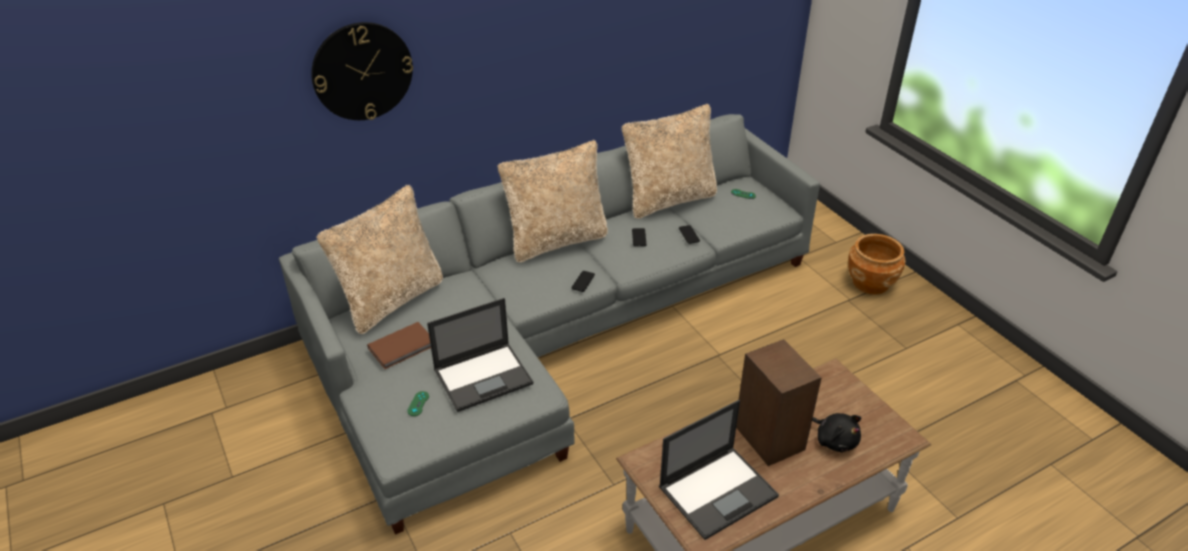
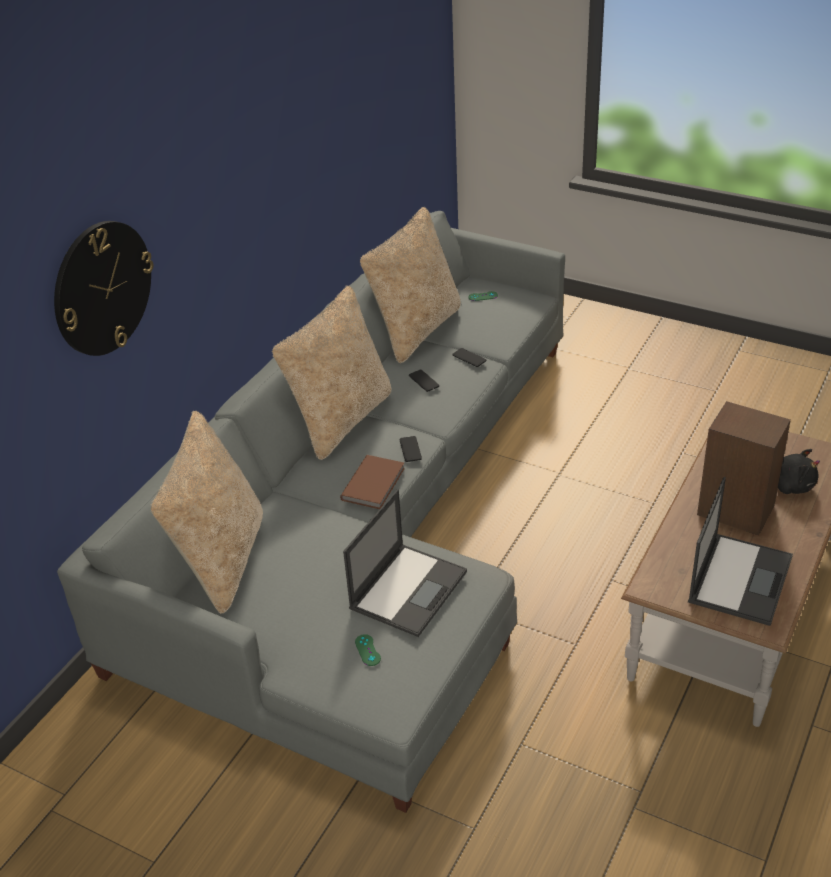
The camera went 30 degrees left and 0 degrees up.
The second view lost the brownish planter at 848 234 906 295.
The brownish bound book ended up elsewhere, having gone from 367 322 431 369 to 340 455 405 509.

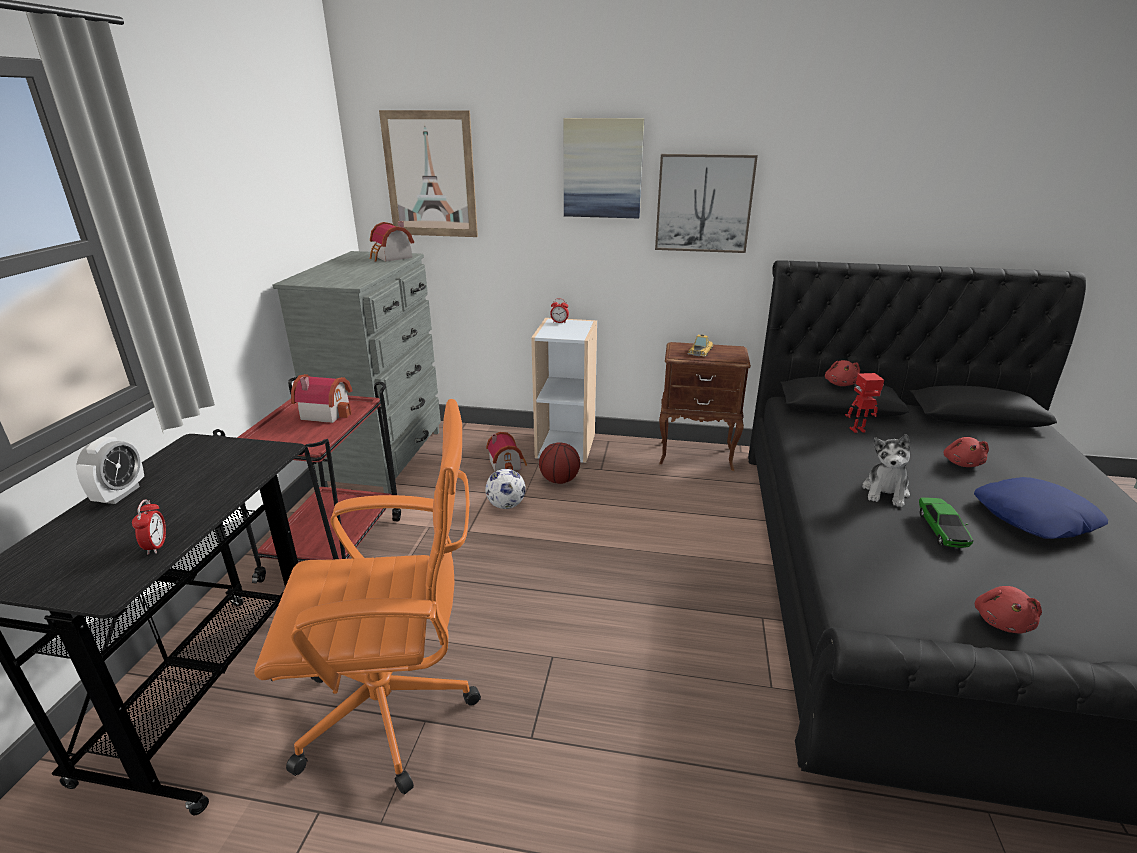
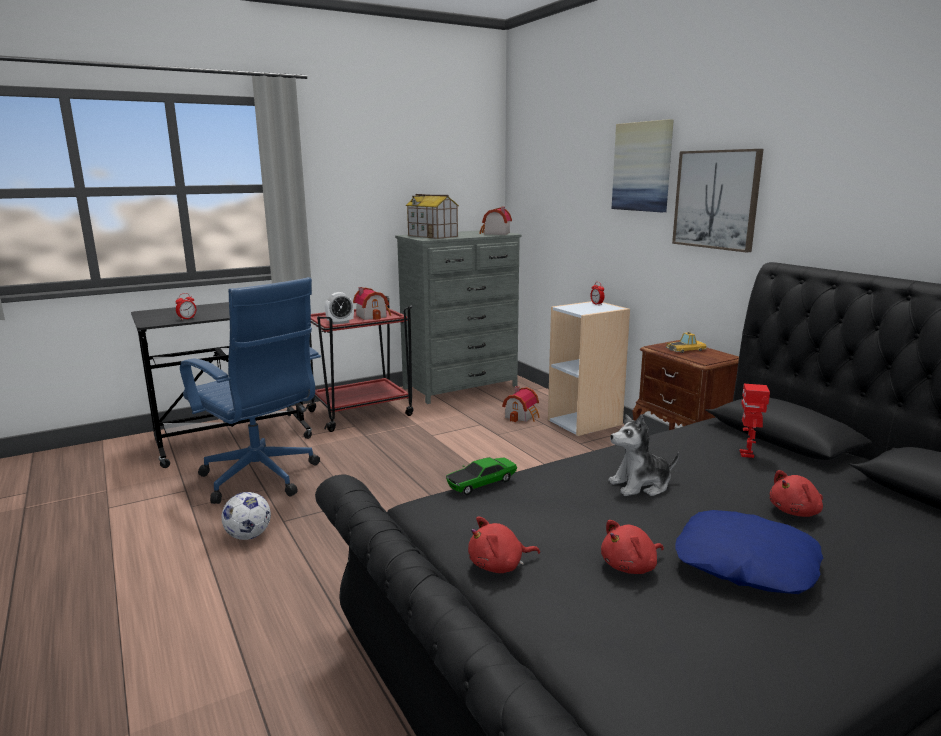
The camera went 50 degrees right and 10 degrees down.
The second view lost the wall picture at 379 110 478 237.
The second view lost the basketball ball at 539 442 580 484.
The second view gained the toy house at 406 194 459 239.
The bedside clock ended up elsewhere, having gone from 77 437 144 504 to 325 292 354 325.
The football ball ended up elsewhere, having gone from 485 469 526 509 to 221 492 271 540.
The red-coloured soft toy ended up elsewhere, having gone from 825 360 860 386 to 601 520 664 574.
The toy car ended up elsewhere, having gone from 919 497 973 548 to 446 457 517 495.
What was the orangey desk chair at 254 399 481 795 turned into the blue-coloured desk chair at 180 277 321 504.
The robot figure at 845 373 884 433 ended up facing another way, 120 degrees counterclockwise from before.

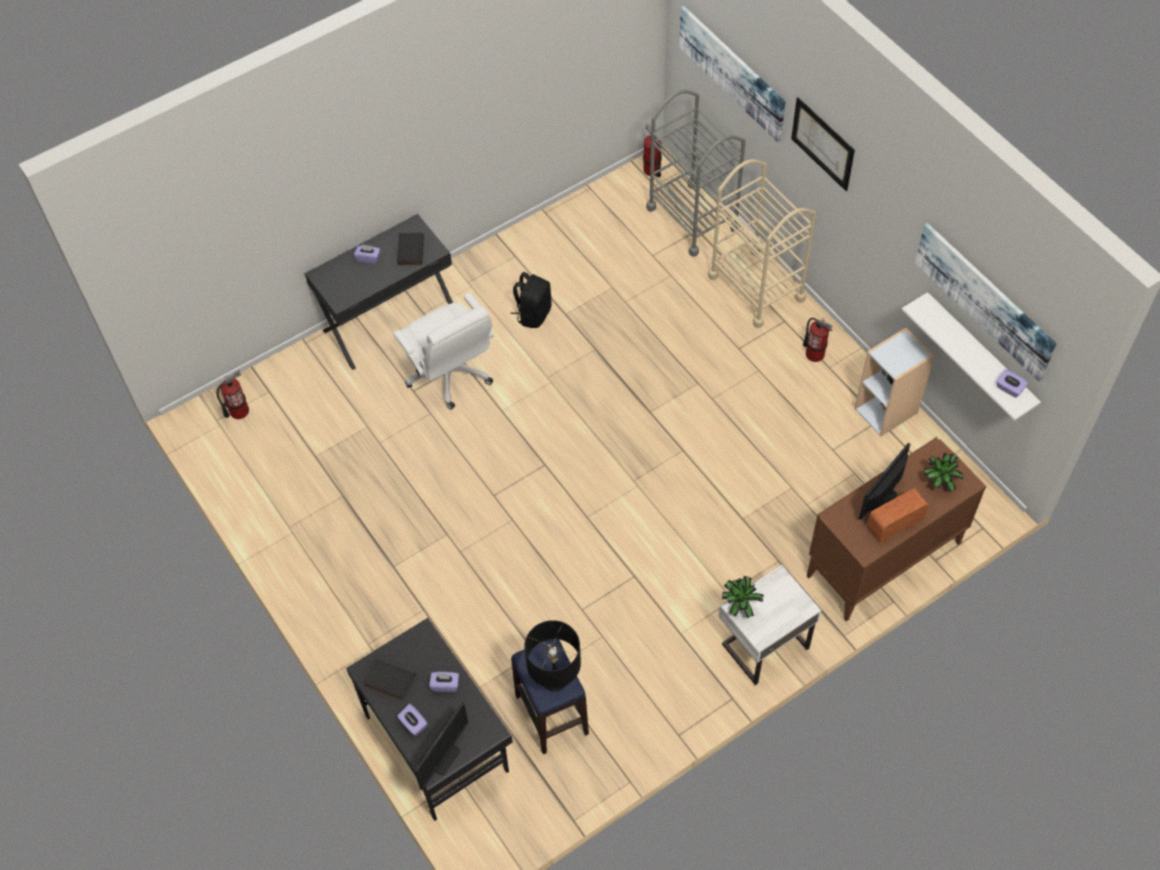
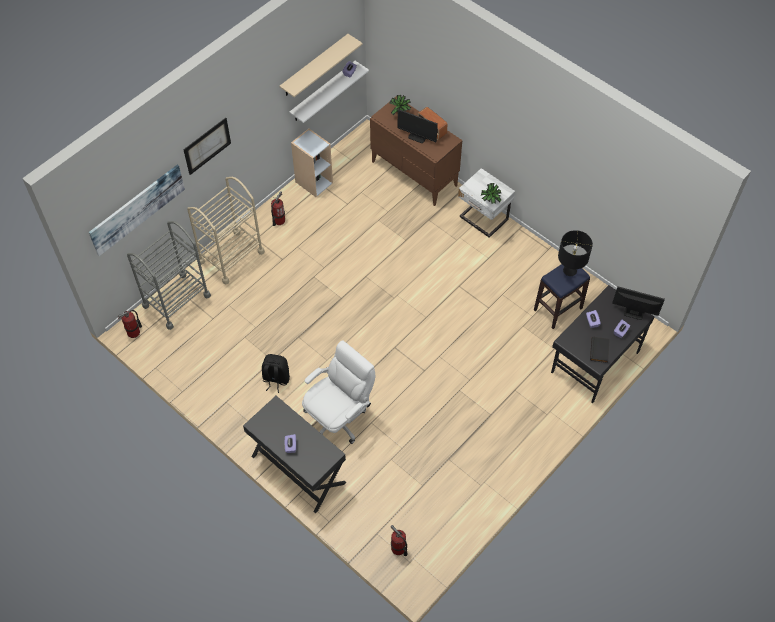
The camera went 105 degrees left and 0 degrees up.
The second view lost the black bound book at 397 232 424 265.
Where the wall picture hung at 915 223 1057 382, the sand-coloured shelf came to hang at 280 34 362 97.

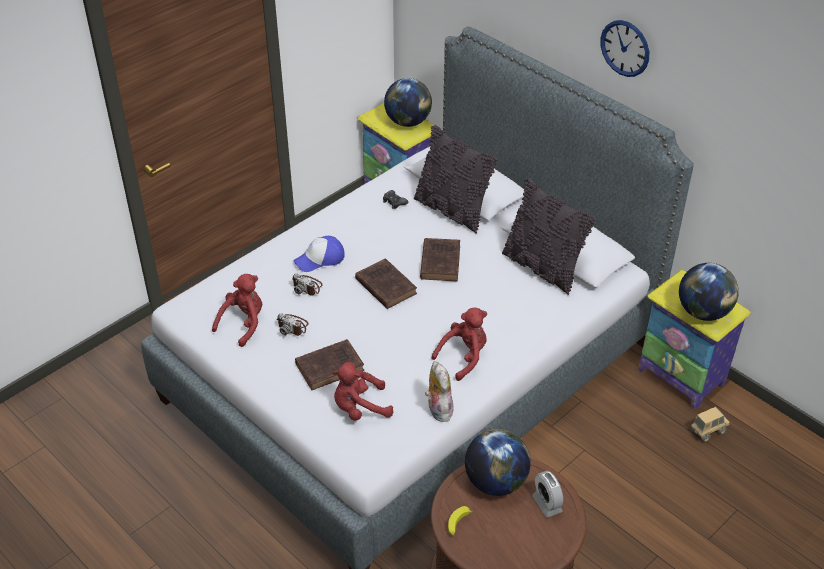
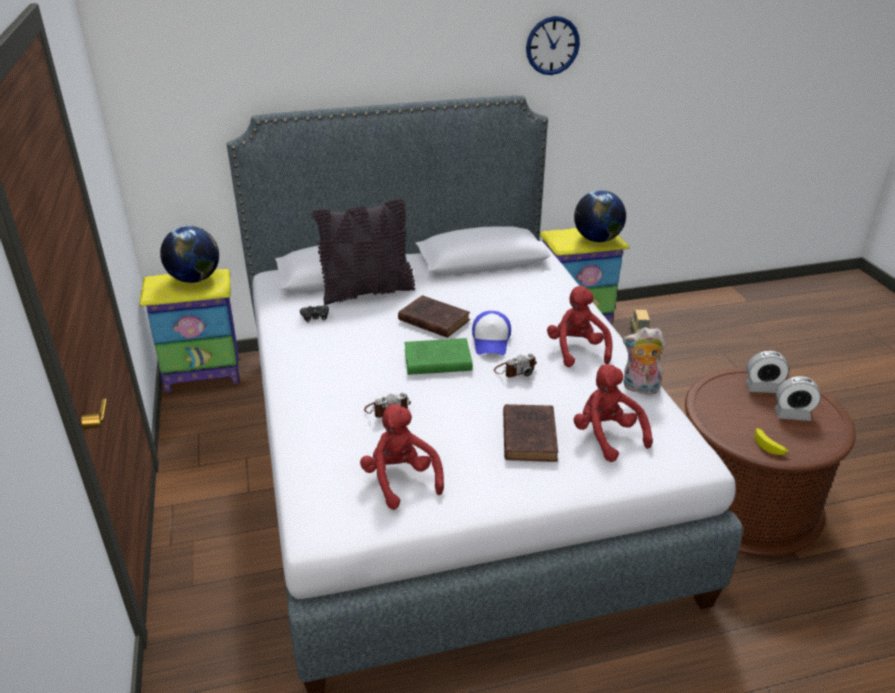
The camera went 60 degrees left and 10 degrees down.
The second view lost the desk globe at 465 429 531 496.
The second view lost the black cushion at 502 178 596 295.
The second view gained the bedside clock at 775 376 821 421.
The photo camera ended up elsewhere, having gone from 277 313 308 336 to 494 354 537 378.
The baseball cap ended up elsewhere, having gone from 294 236 345 272 to 472 311 511 355.
The wall clock ended up elsewhere, having gone from 600 20 649 77 to 526 16 580 75.
What was the brownish bound book at 355 258 417 309 turned into the green bound book at 404 338 473 375.
The red-coloured soft toy at 333 362 393 421 ended up facing another way, 135 degrees clockwise from before.

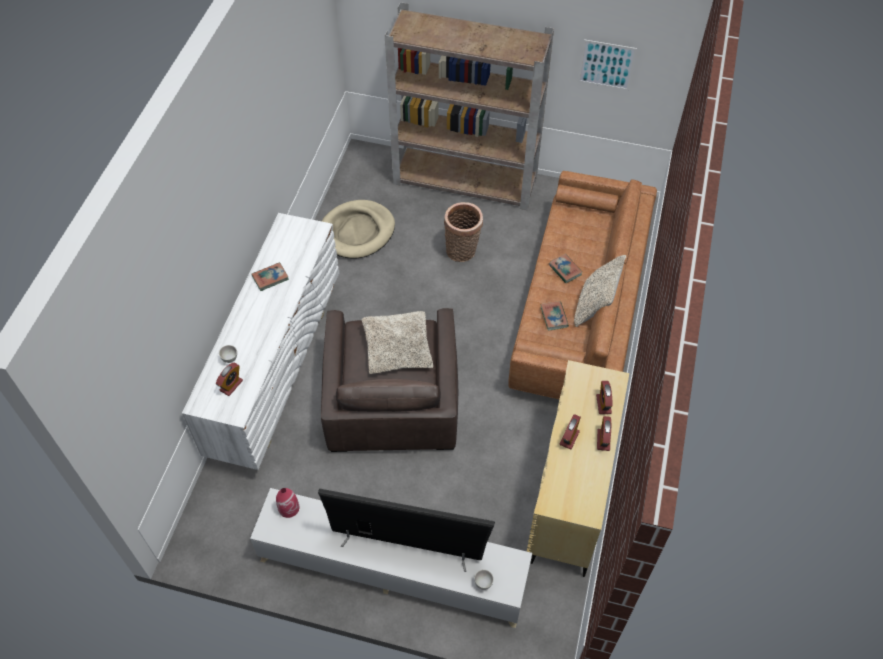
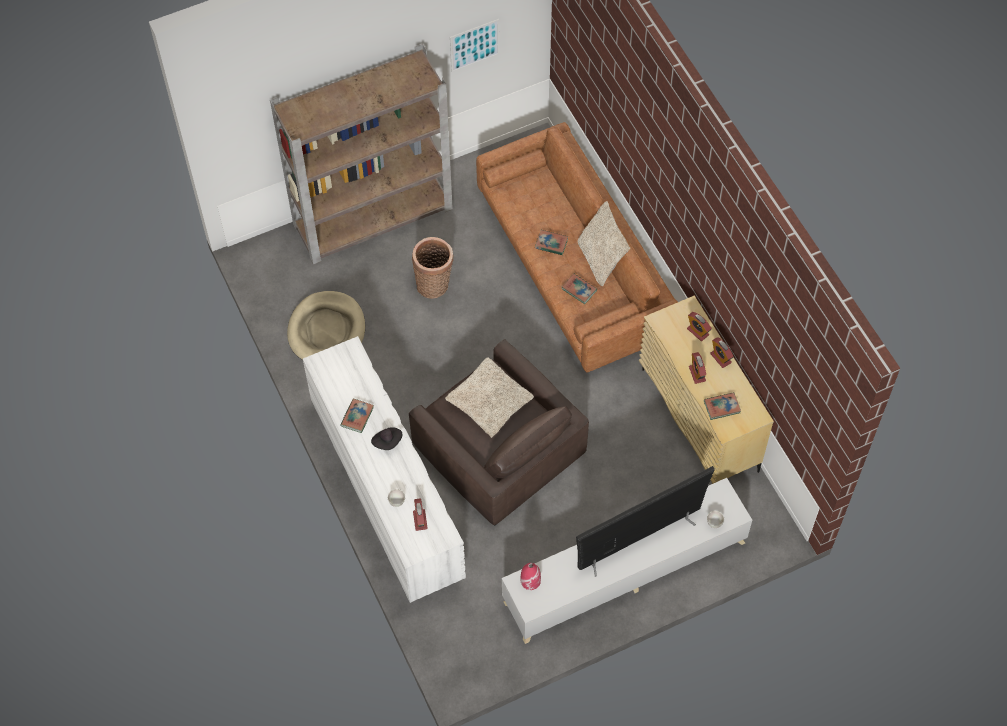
The camera went 40 degrees left and 5 degrees up.
The second view gained the black clothing hat at 371 427 403 450.
The second view gained the bound book at 704 392 741 420.

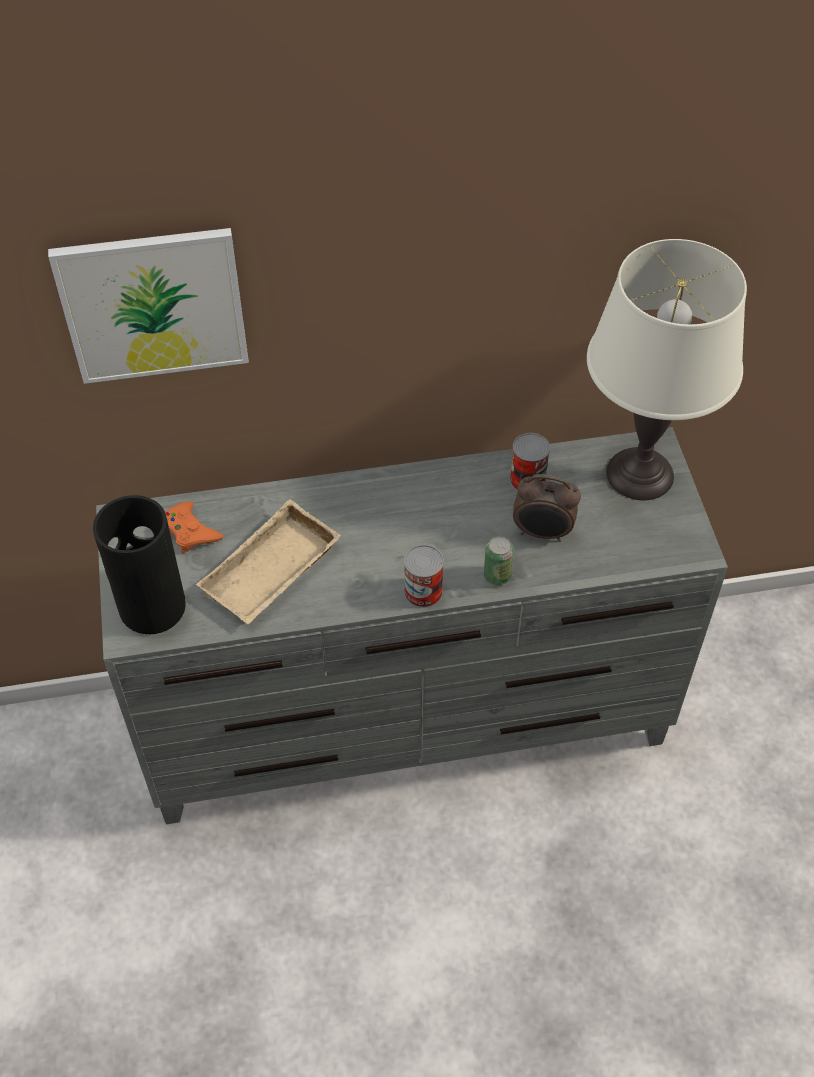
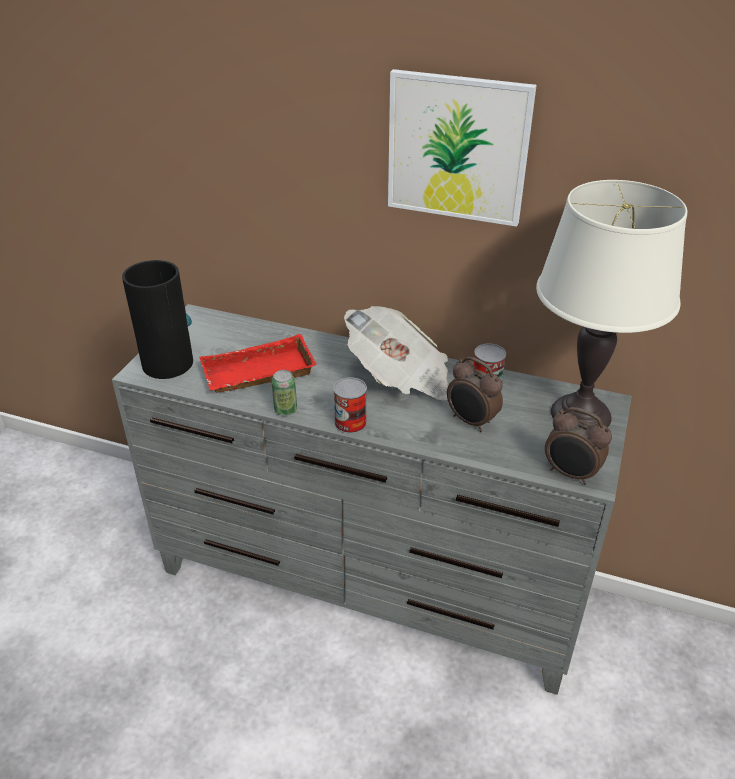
The camera went 30 degrees right and 15 degrees down.
The second view lost the orangey gamepad at 165 502 223 553.
The second view gained the daily paper at 344 306 448 401.
The second view gained the bedside clock at 545 407 612 485.
The wall picture ended up elsewhere, having gone from 48 228 249 384 to 388 69 537 227.
The sealed can ended up elsewhere, having gone from 484 536 514 585 to 271 370 297 416.
What was the sand-coloured tray at 196 499 341 625 turned into the red-coloured tray at 199 334 317 393.

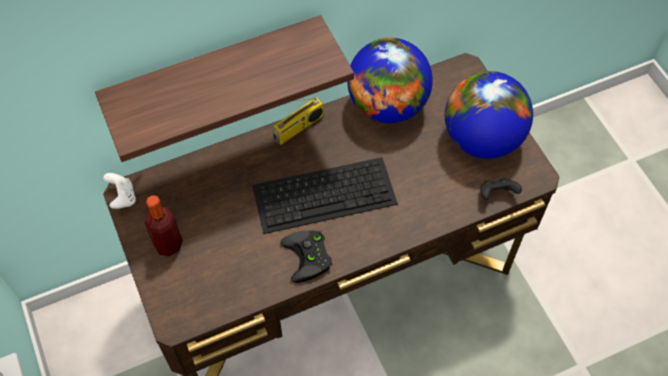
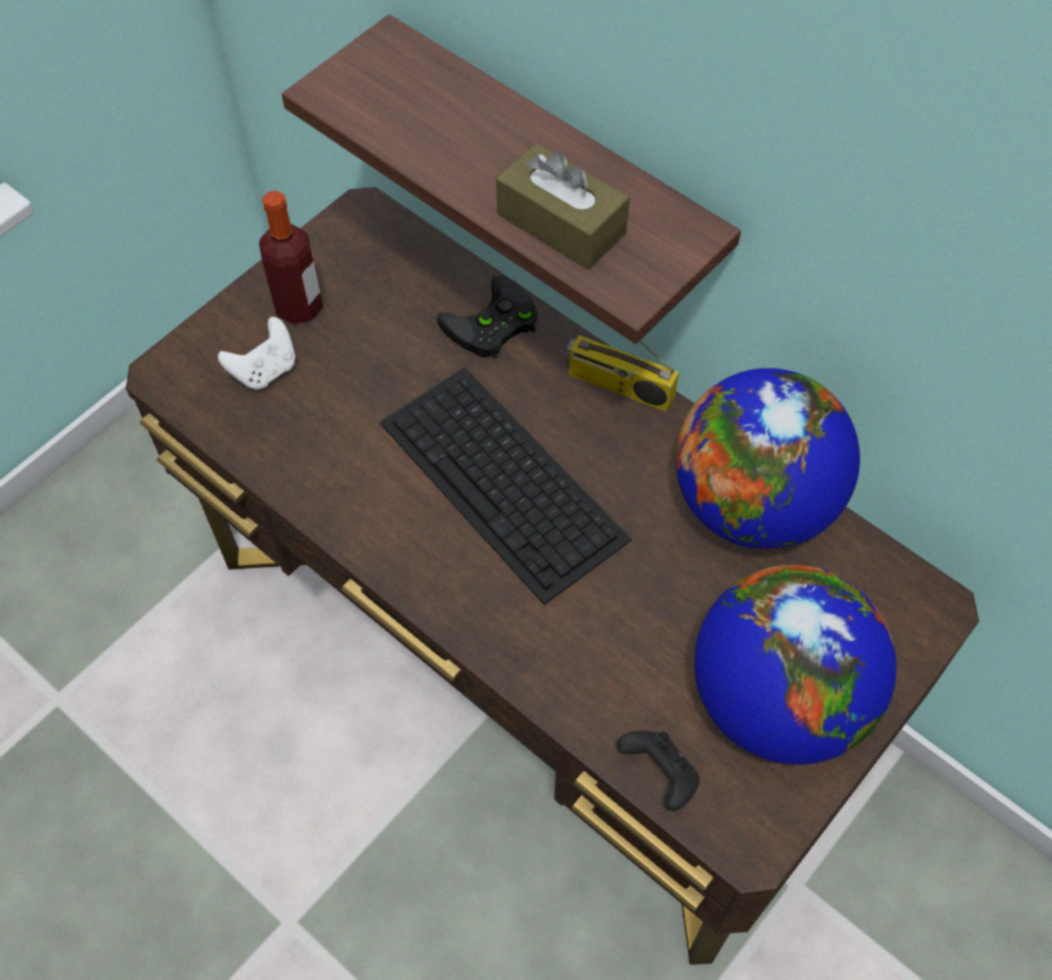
The camera went 65 degrees right and 0 degrees up.
The second view gained the brownish tissue holder at 496 143 630 270.
The whitish gamepad ended up elsewhere, having gone from 103 173 136 209 to 218 317 295 389.
The black gamepad ended up elsewhere, having gone from 280 230 332 283 to 436 275 538 359.

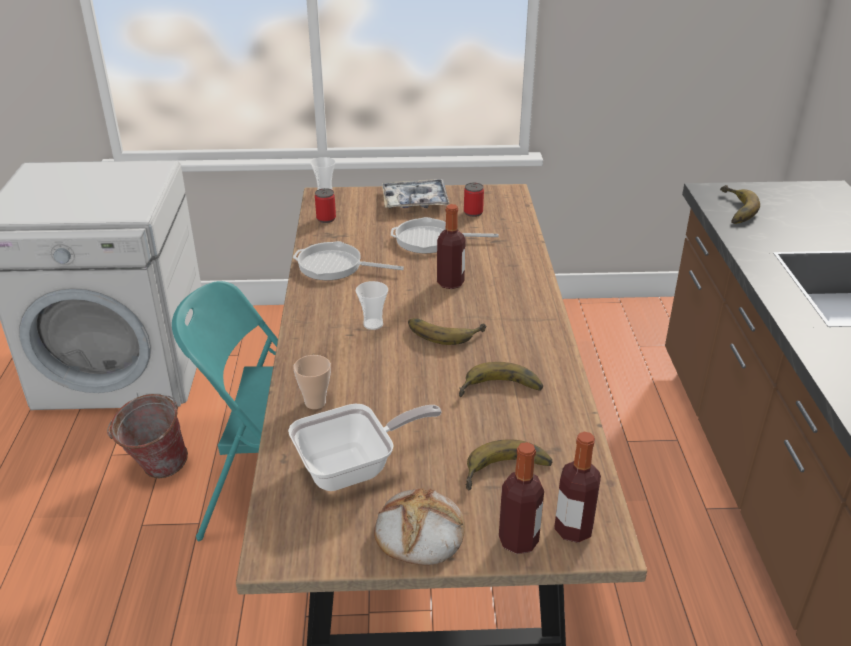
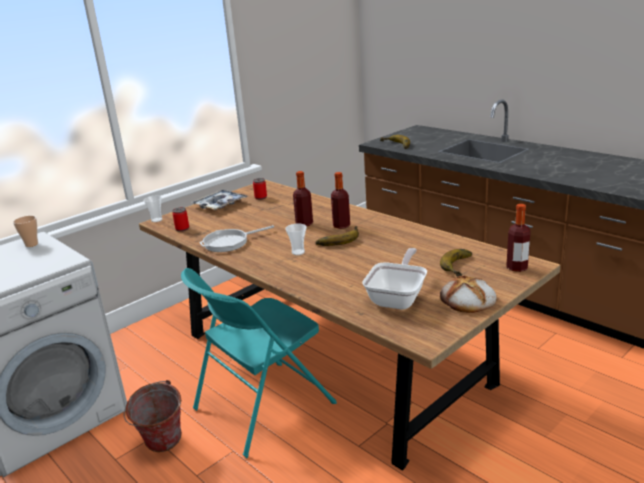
The camera went 40 degrees left and 10 degrees down.
The second view lost the pan at 391 217 498 253.
The second view lost the banana fruit at 459 362 543 397.
The small cup ended up elsewhere, having gone from 294 355 331 409 to 13 216 38 247.
The bottle ended up elsewhere, having gone from 499 442 544 554 to 331 172 350 229.

